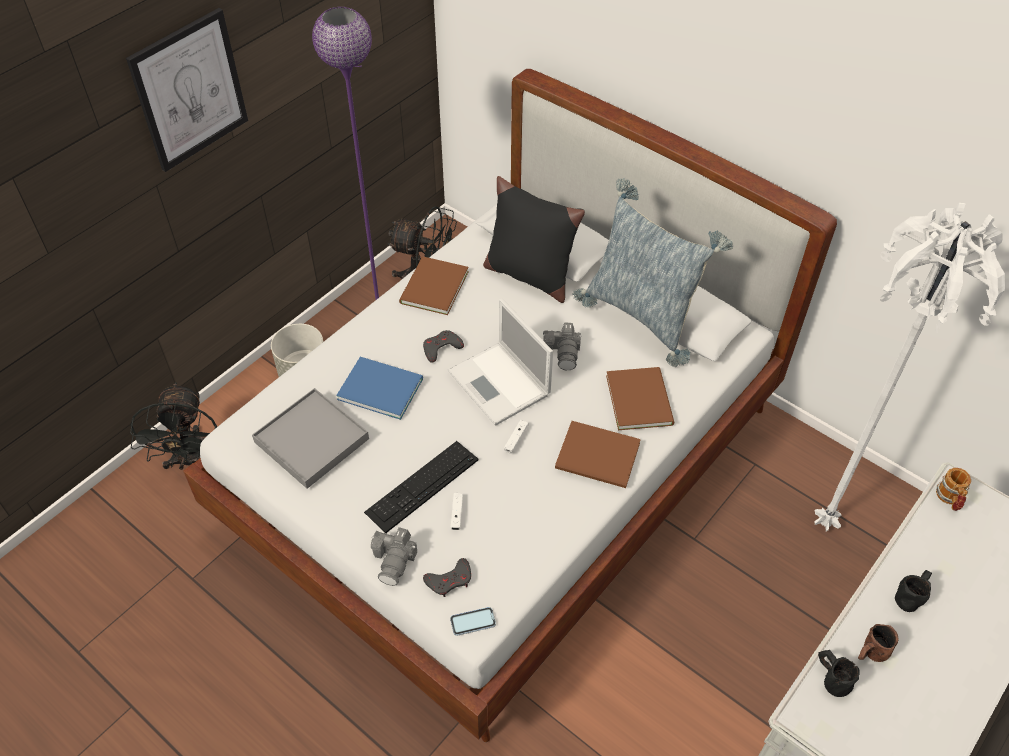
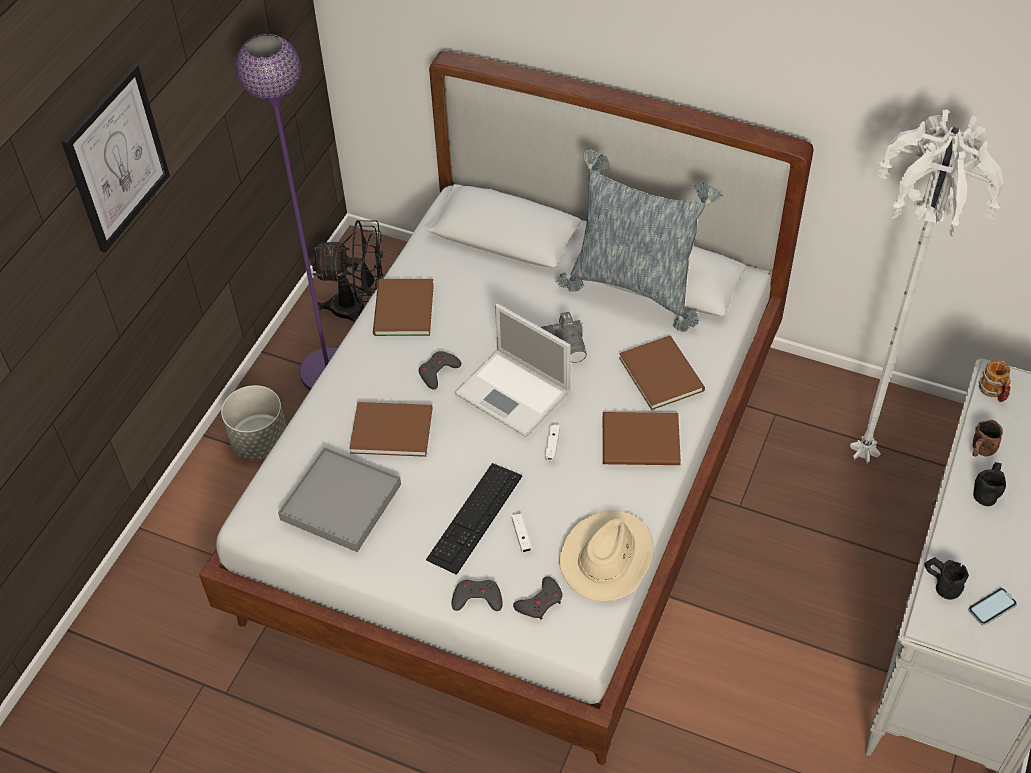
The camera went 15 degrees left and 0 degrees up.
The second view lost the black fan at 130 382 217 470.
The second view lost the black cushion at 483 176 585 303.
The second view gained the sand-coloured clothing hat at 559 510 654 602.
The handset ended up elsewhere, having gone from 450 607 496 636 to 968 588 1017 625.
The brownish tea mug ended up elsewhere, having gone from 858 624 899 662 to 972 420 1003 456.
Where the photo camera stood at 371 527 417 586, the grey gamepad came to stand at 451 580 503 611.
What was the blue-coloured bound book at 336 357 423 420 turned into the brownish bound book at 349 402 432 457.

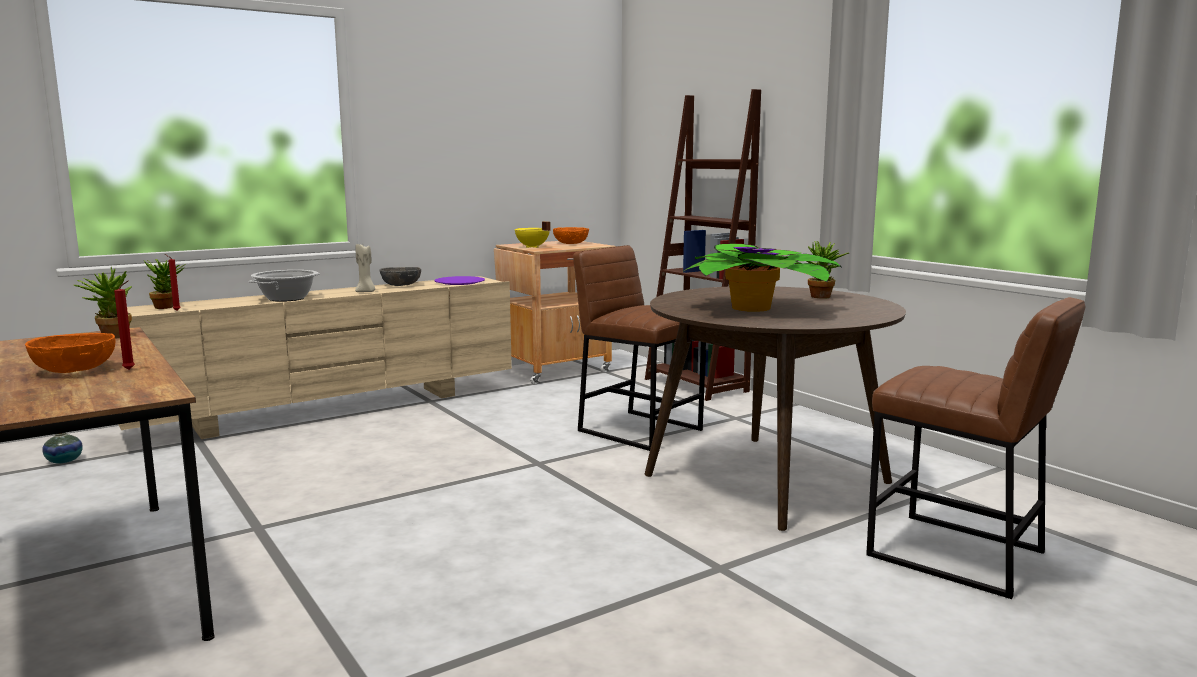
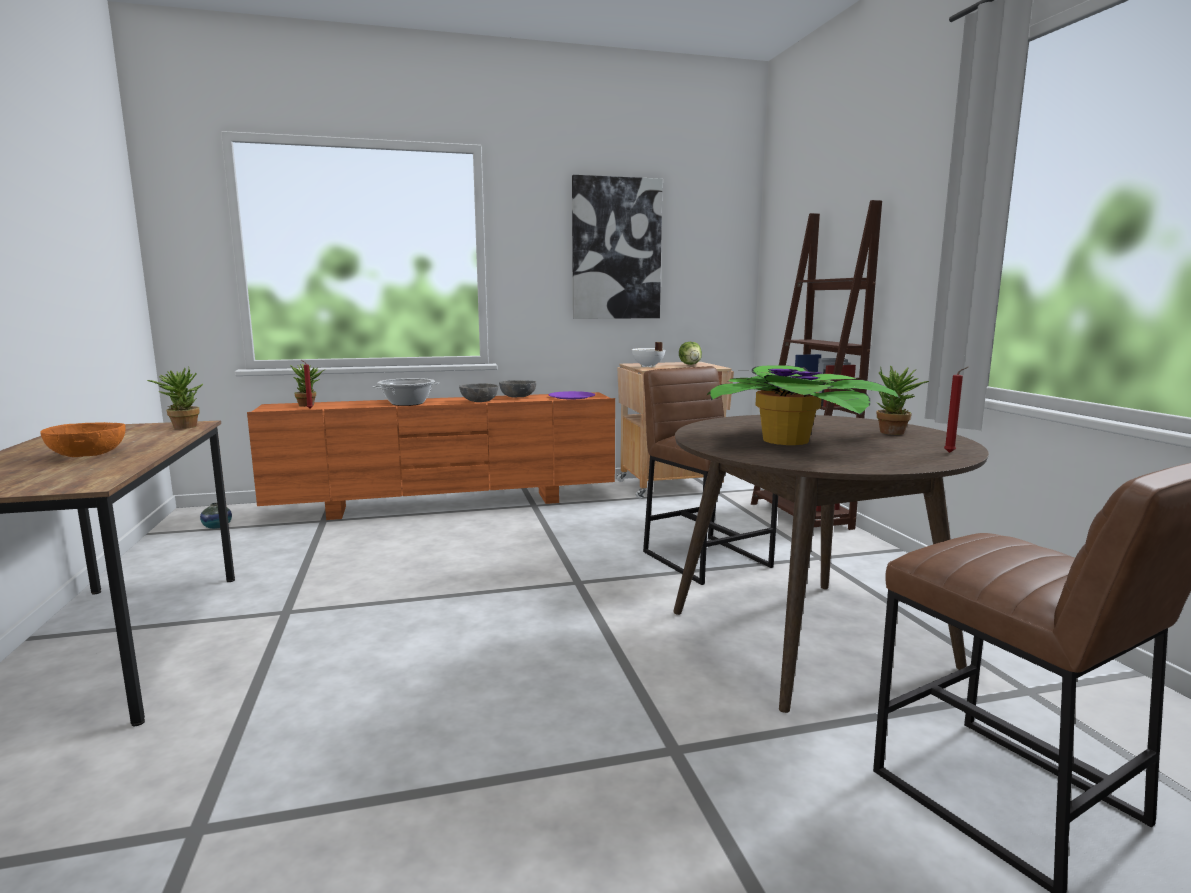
The camera went 20 degrees right and 0 degrees up.
The second view gained the wall picture at 572 175 663 319.
The red-coloured wax light ended up elsewhere, having gone from 114 281 135 370 to 944 367 968 453.
Where the sand-coloured wax light stood at 355 244 375 292, the grey deep dish came to stand at 459 383 499 402.
Where the orangey deep dish stood at 553 227 589 244, the lettuce head came to stand at 679 342 702 365.
What was the sand-coloured storage cabinet at 100 276 512 439 turned into the orangey storage cabinet at 247 392 615 520.
What was the yellow-coloured stockpot at 515 221 551 248 turned into the whitish stockpot at 631 342 665 367.

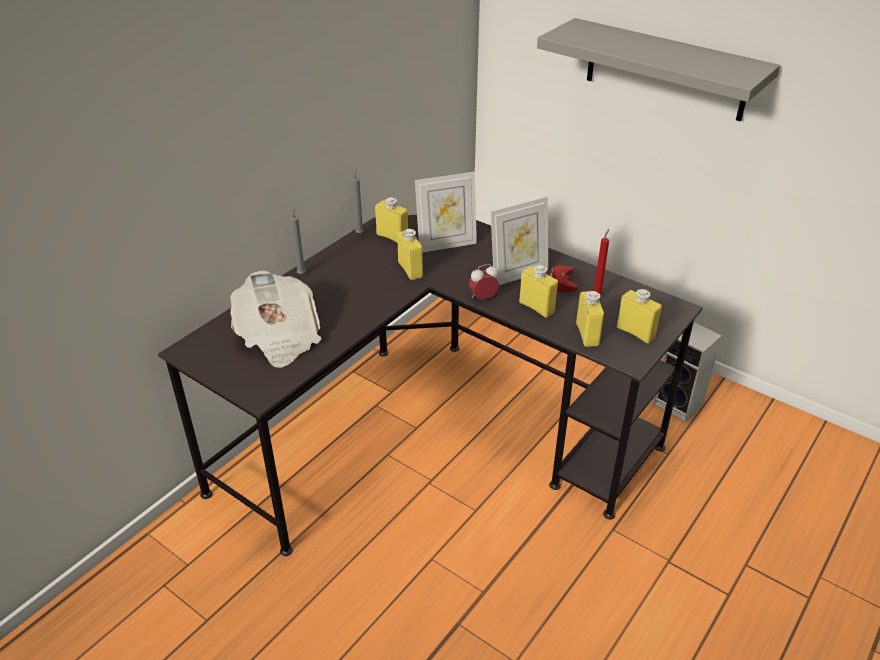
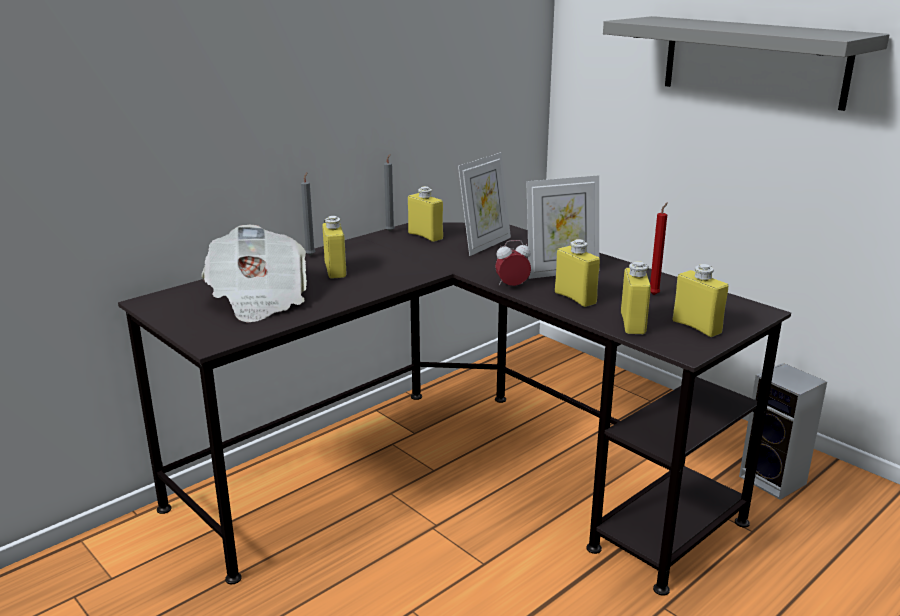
The camera went 10 degrees right and 15 degrees down.
The second view lost the red-coloured gamepad at 550 265 578 292.
The yellow-coloured bottle ended up elsewhere, having gone from 397 229 423 280 to 323 216 346 279.
The standing frame at 415 172 477 252 ended up facing another way, 45 degrees counterclockwise from before.

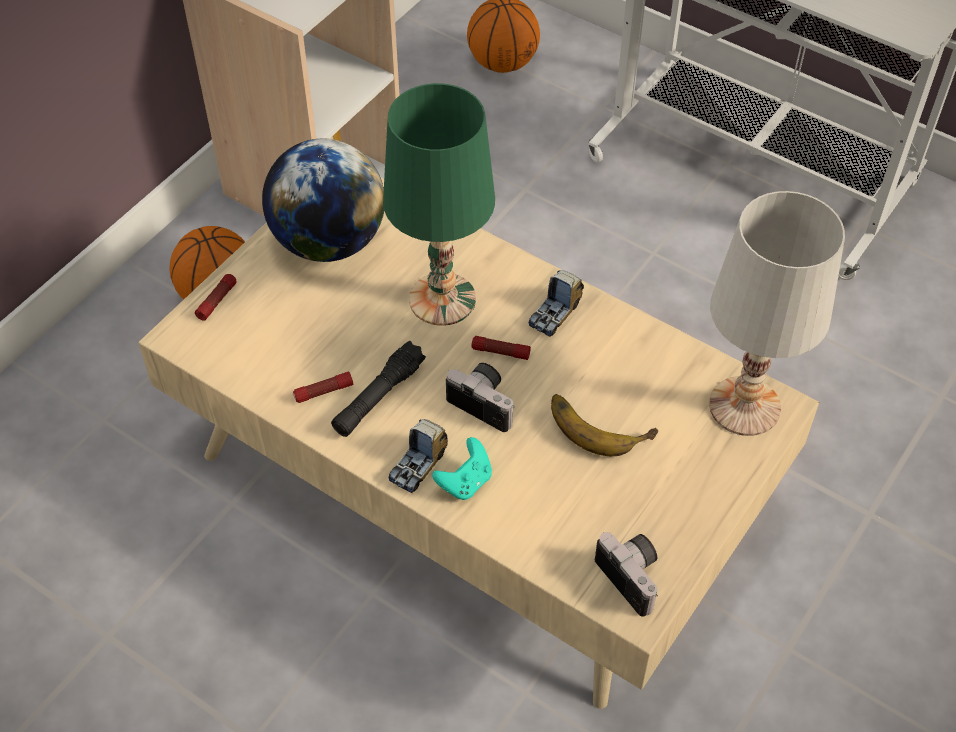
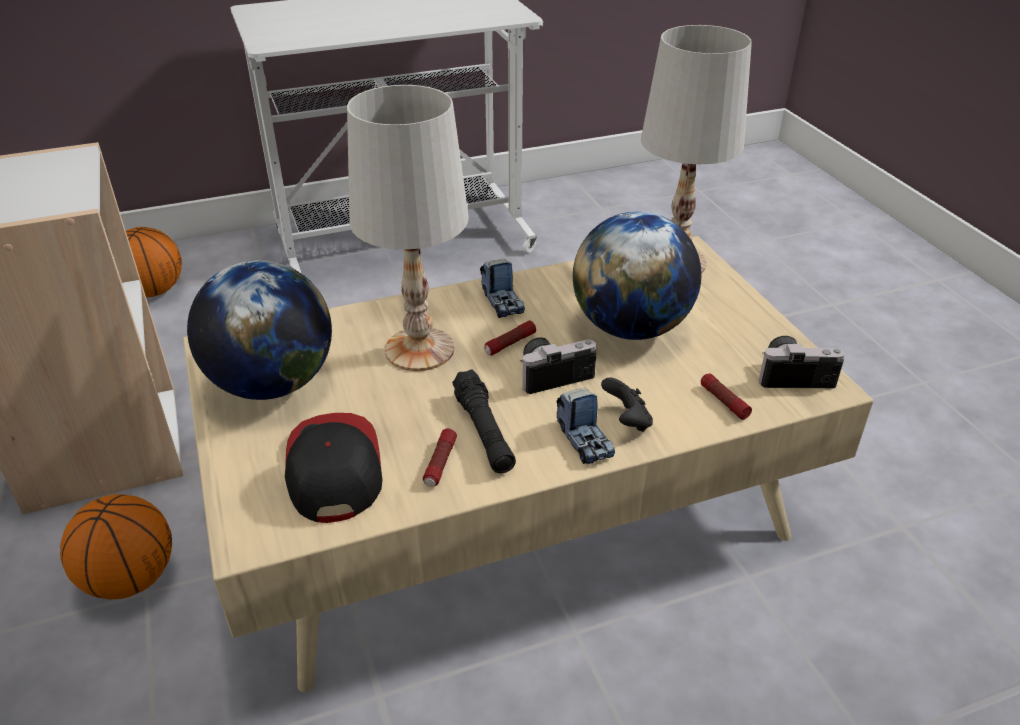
The camera went 55 degrees left and 15 degrees down.
The second view gained the baseball cap at 285 413 382 523.
The torch ended up elsewhere, having gone from 195 274 236 321 to 701 374 752 420.
Where the banana fruit stood at 551 394 658 456, the desk globe came to stand at 573 211 702 340.
What was the green table lamp at 383 83 495 326 turned into the whitish table lamp at 347 85 469 371.
What was the turquoise-coloured gamepad at 432 437 492 500 turned into the black gamepad at 601 377 653 432.

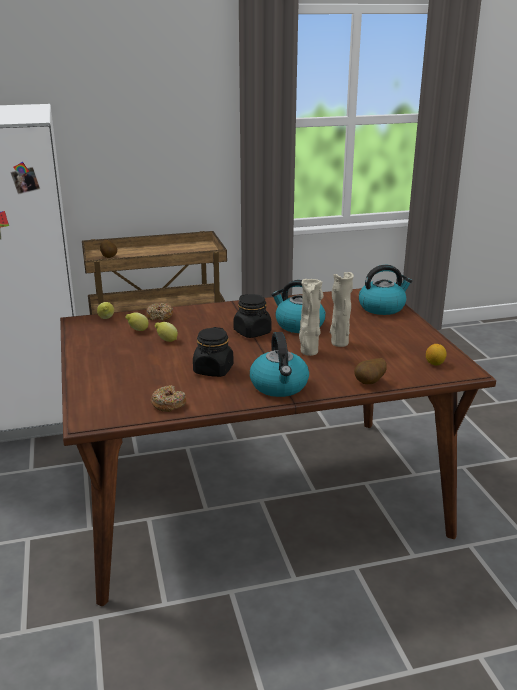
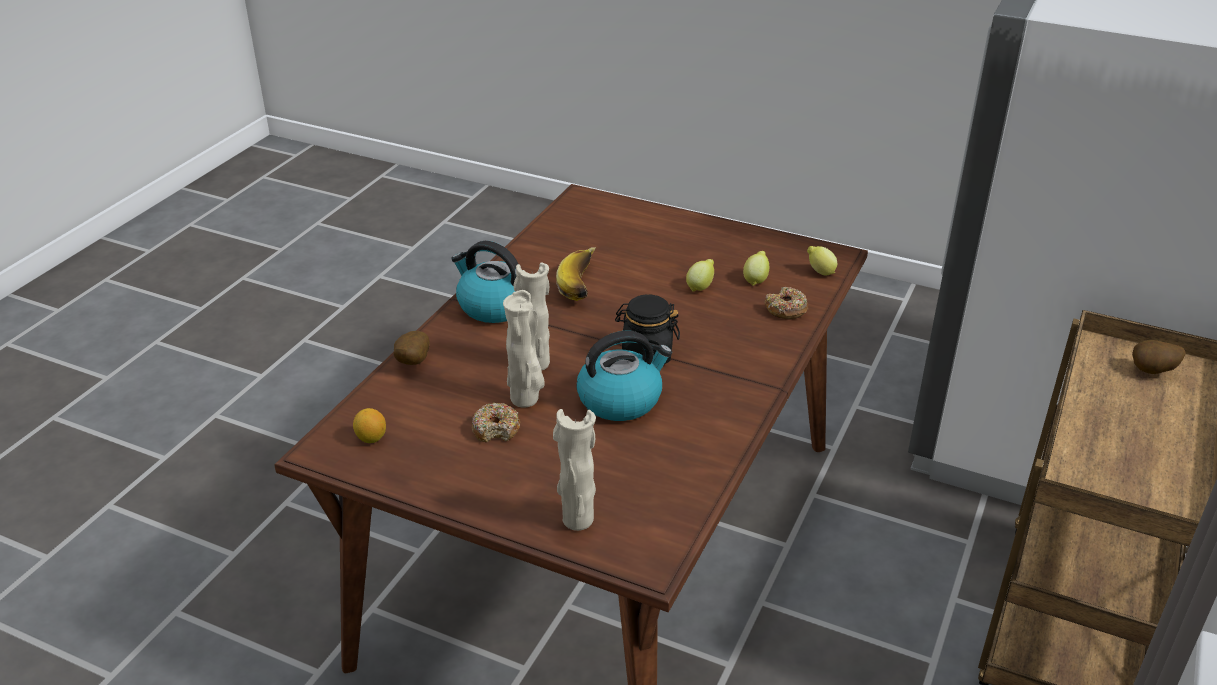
The camera went 130 degrees right and 10 degrees up.
The doughnut ended up elsewhere, having gone from 151 385 186 412 to 472 403 520 443.
Where the black jar stood at 193 327 234 377, the banana fruit came to stand at 556 247 596 301.
Where the water kettle stood at 359 265 412 315, the sand-coloured flower vase came to stand at 553 409 596 531.

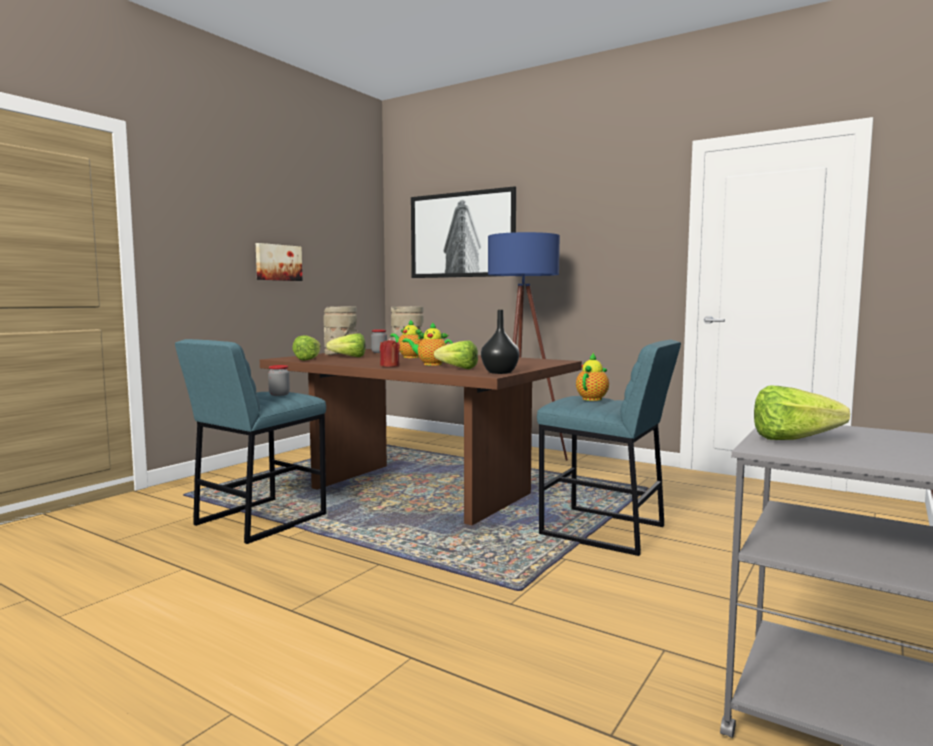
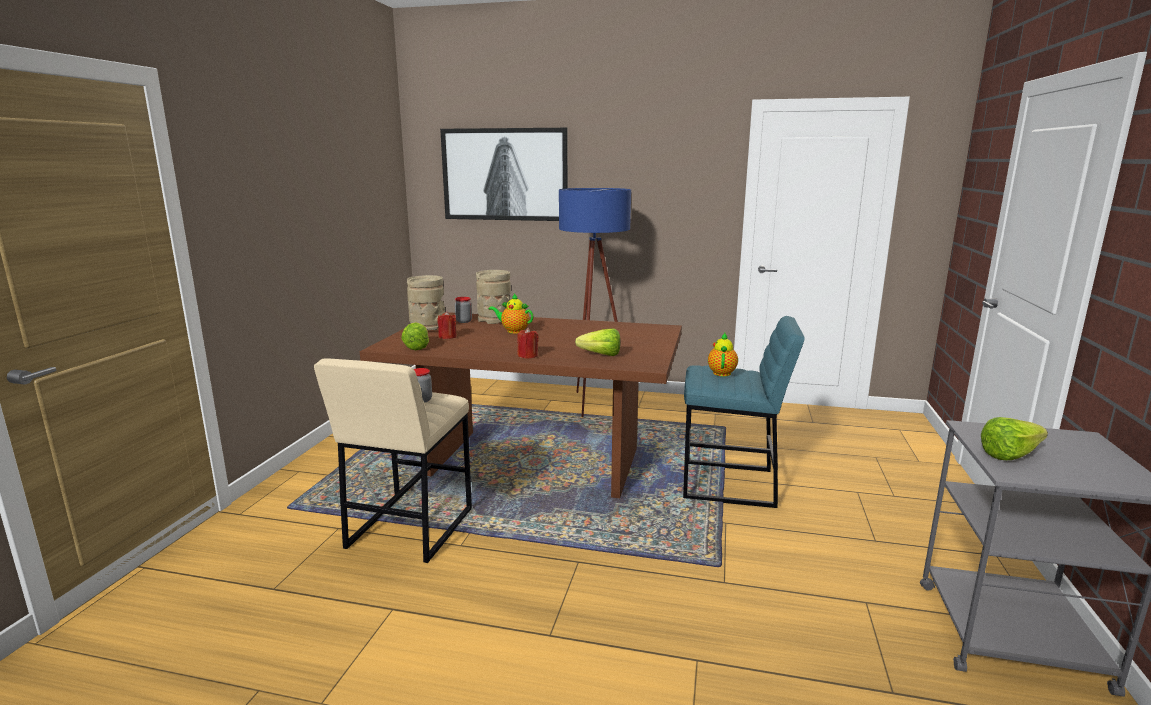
The camera went 20 degrees left and 10 degrees up.
The second view lost the wall picture at 256 243 302 281.
The second view lost the tea pot at 403 322 453 366.
The second view lost the black flower vase at 481 310 519 374.
Where the lettuce head stood at 326 333 366 357, the red-coloured wax light came to stand at 437 311 457 339.
What was the blue-coloured stool seat at 175 339 326 544 turned into the sand-coloured stool seat at 314 359 472 563.

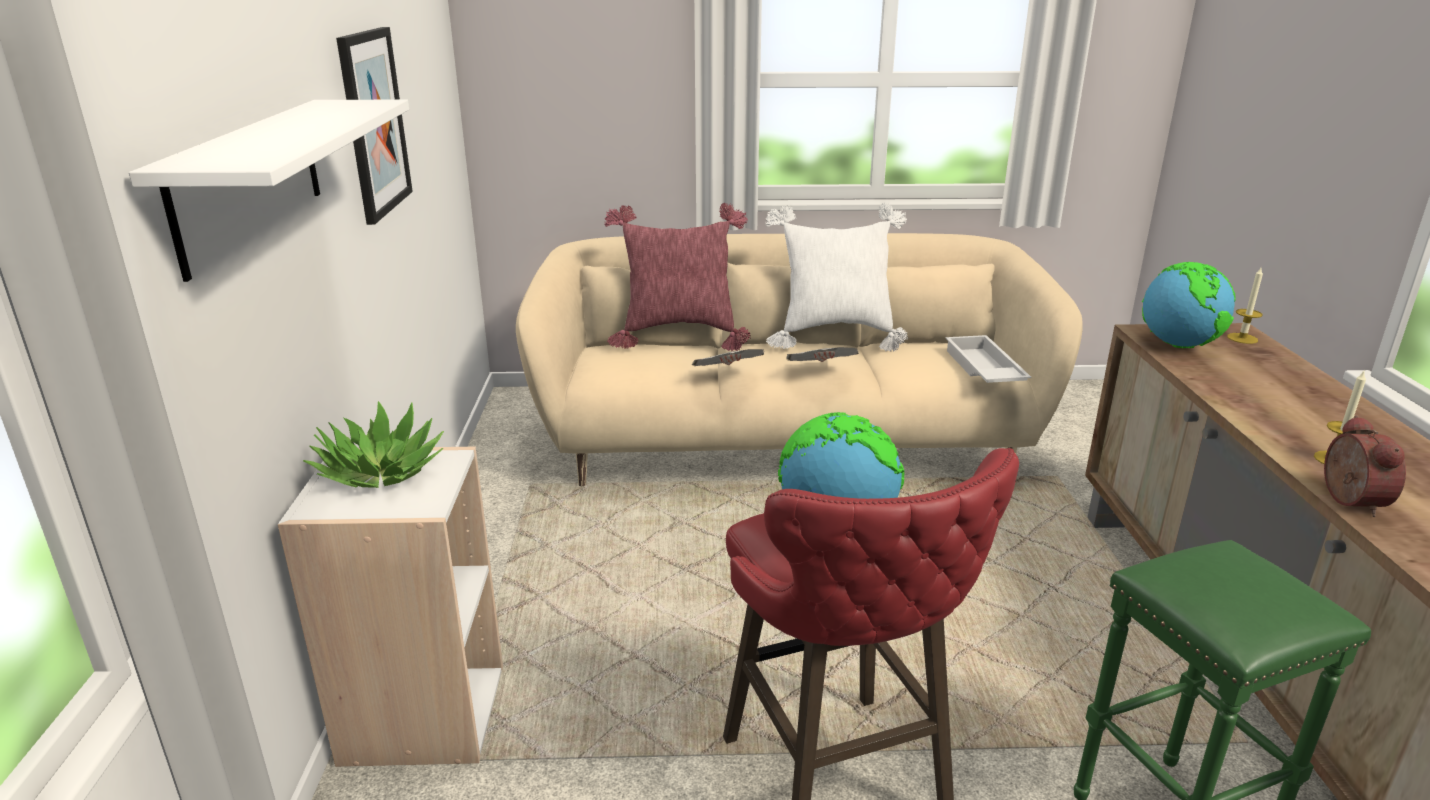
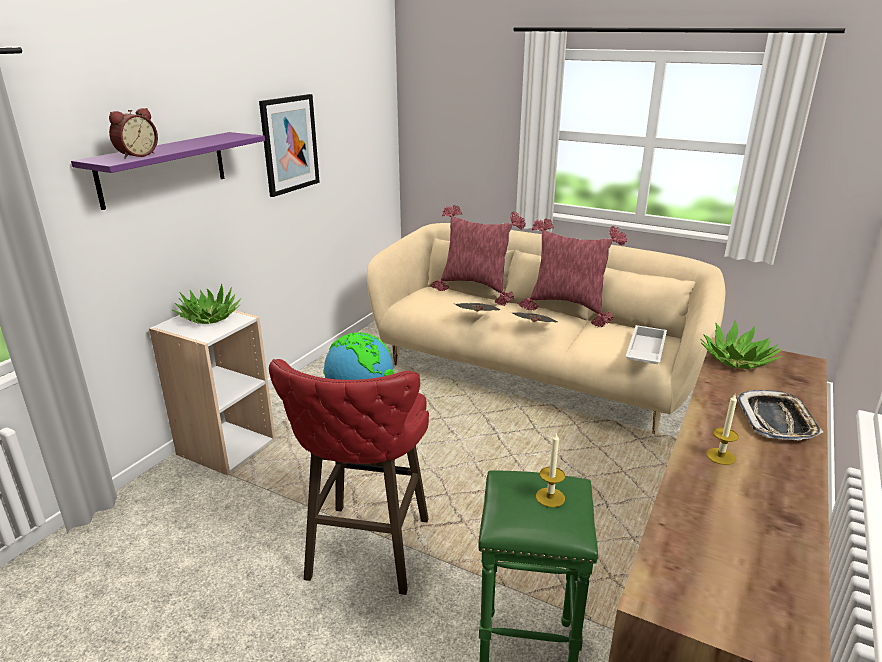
The camera went 30 degrees right and 0 degrees up.
The second view gained the tray at 737 390 823 440.
The wax light ended up elsewhere, having gone from 1227 268 1263 344 to 536 432 565 508.
The bedside clock ended up elsewhere, having gone from 1324 415 1406 517 to 109 108 158 159.
Where the desk globe stood at 1142 262 1236 348, the potted plant came to stand at 701 320 783 369.
What was the whitish shelf at 129 99 409 282 turned into the purple shelf at 71 132 265 210.
What was the whitish cushion at 765 203 908 352 turned into the red-coloured cushion at 519 219 627 328.

